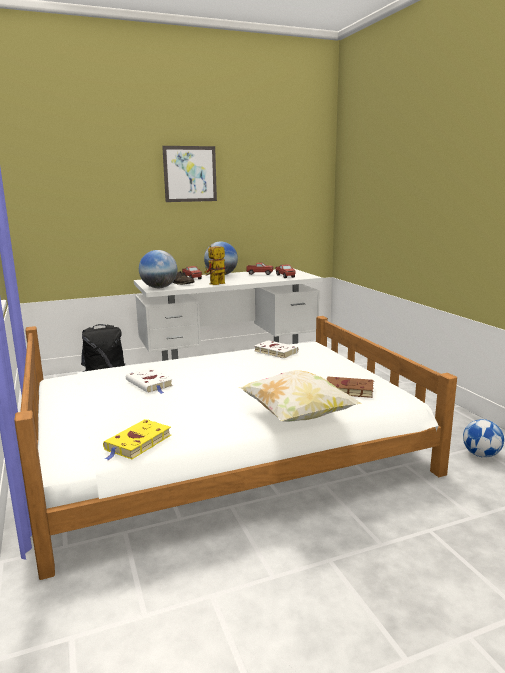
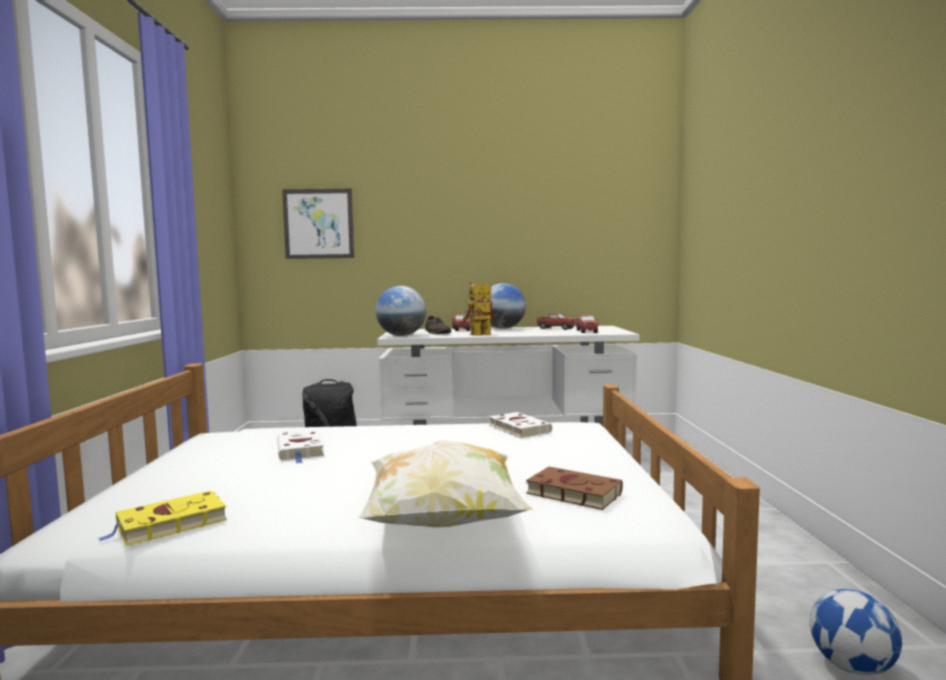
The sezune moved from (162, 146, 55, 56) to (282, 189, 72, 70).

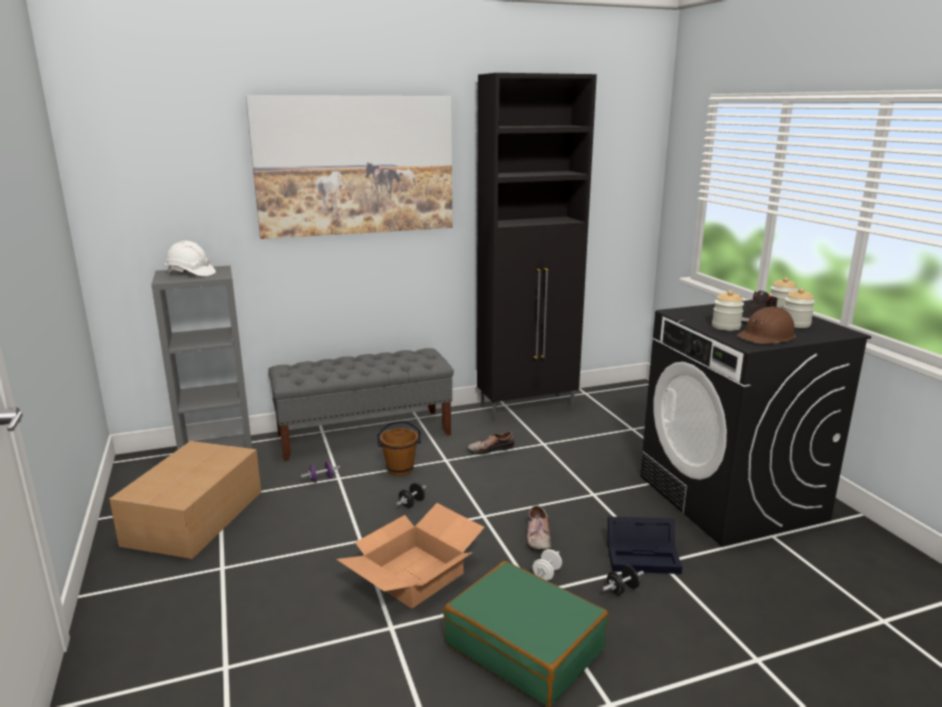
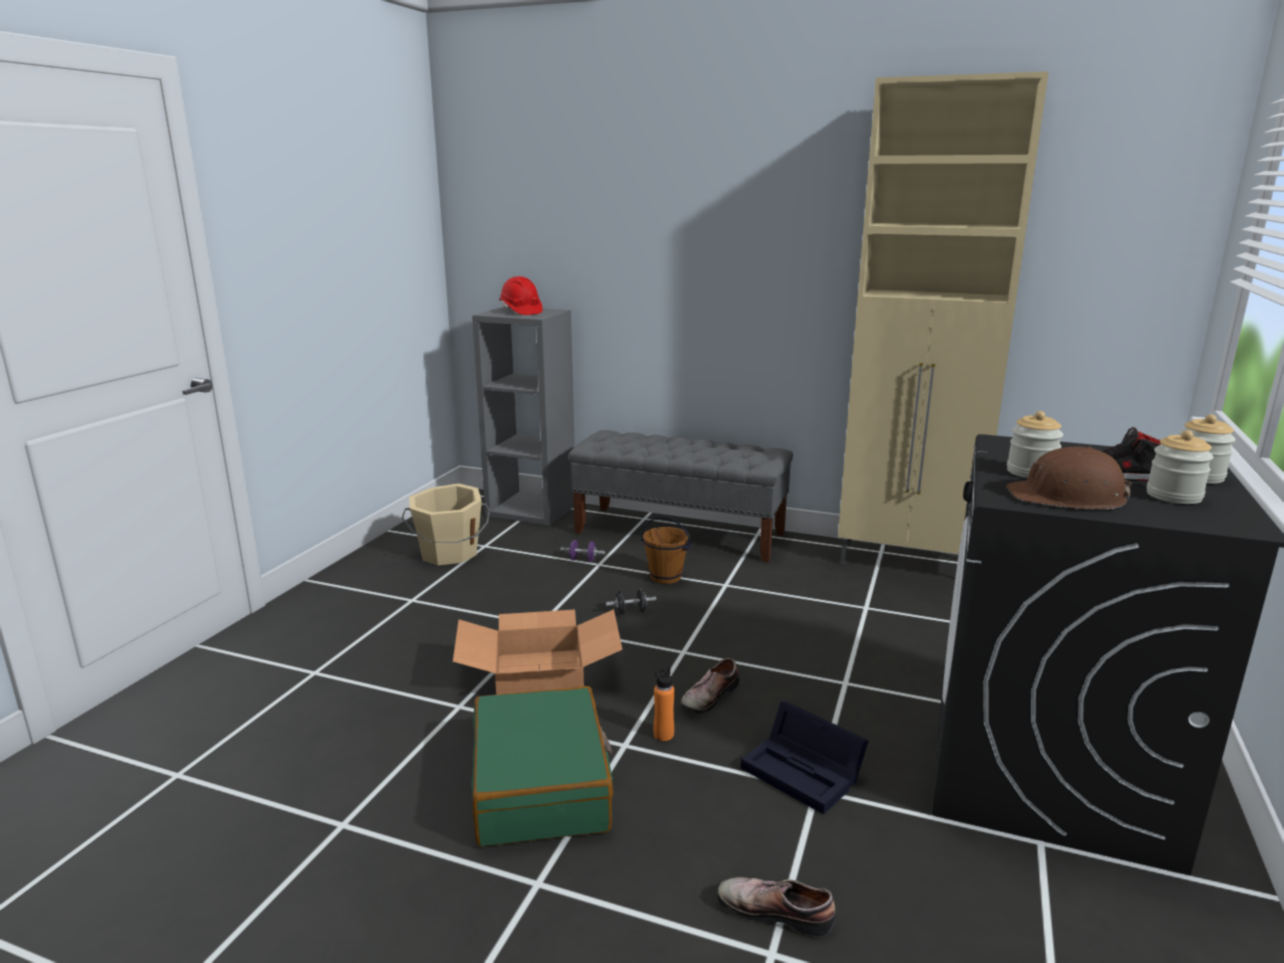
The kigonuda at (109, 441, 152, 118) was replaced by the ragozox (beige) at (401, 483, 89, 82).
The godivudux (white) at (165, 241, 51, 35) became the godivudux (red) at (499, 276, 44, 39).
The sezune at (246, 95, 206, 144) disappeared.
The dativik moved from (467, 431, 47, 24) to (717, 877, 119, 60).
The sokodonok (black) at (477, 73, 120, 348) became the sokodonok (beige) at (838, 71, 211, 493).
The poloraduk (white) at (533, 549, 29, 32) was replaced by the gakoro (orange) at (654, 667, 21, 74).
The poloraduk (black) at (603, 565, 41, 31) disappeared.

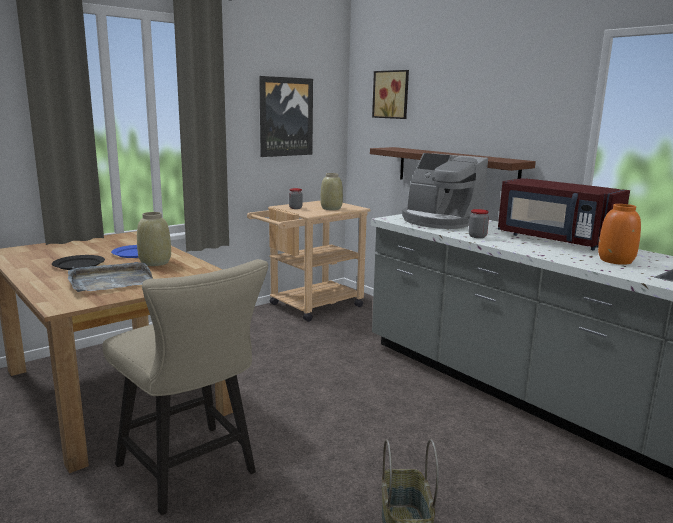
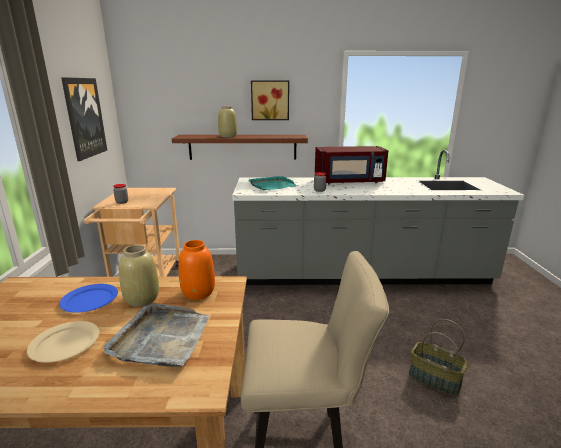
The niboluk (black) at (52, 255, 53, 15) became the niboluk (beige) at (27, 321, 72, 41).
The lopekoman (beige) moved from (320, 173, 23, 37) to (218, 106, 19, 31).
The sezune moved from (372, 70, 37, 49) to (251, 80, 38, 40).
The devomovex at (402, 153, 86, 76) was replaced by the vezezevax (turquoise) at (248, 176, 49, 14).
The lopekoman (orange) moved from (598, 204, 43, 61) to (178, 240, 37, 60).

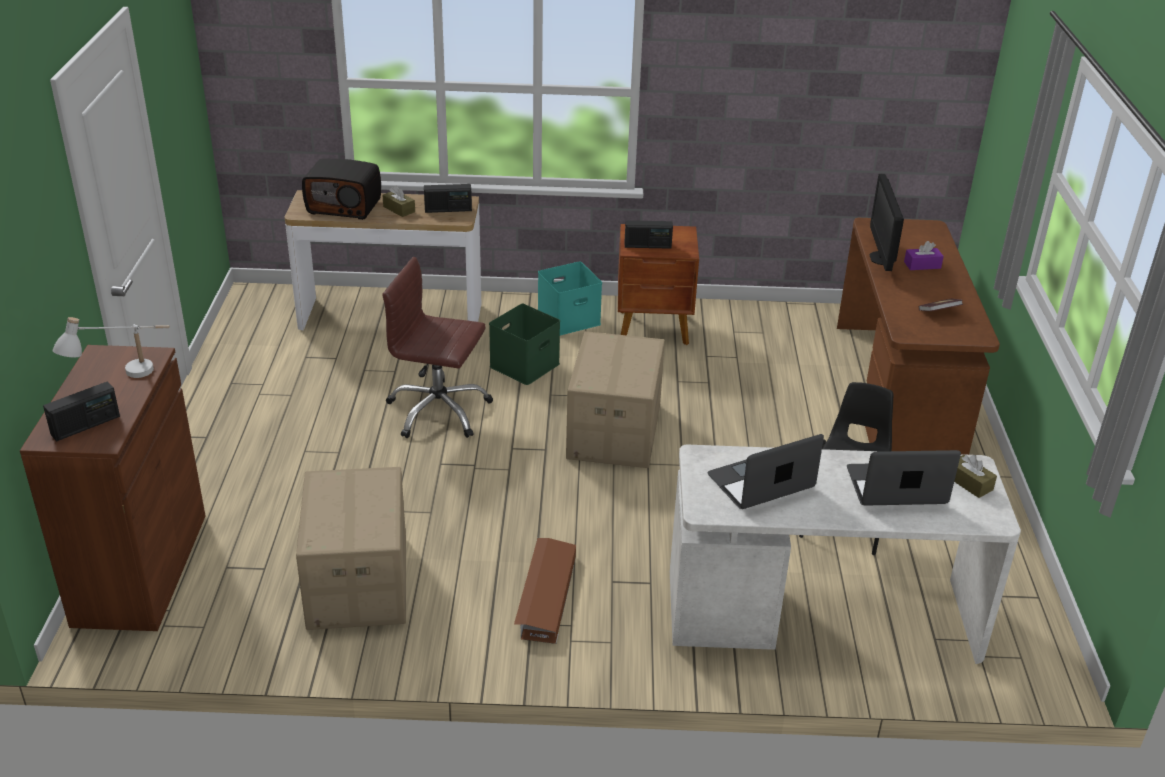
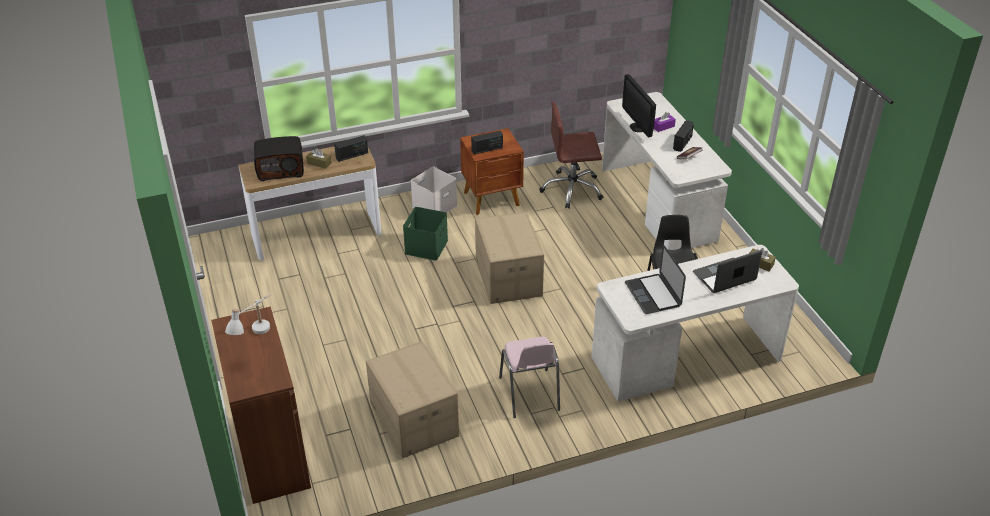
The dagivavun moved from (43, 381, 77, 60) to (673, 120, 21, 32).
The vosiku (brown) moved from (382, 257, 111, 181) to (539, 102, 64, 107).
The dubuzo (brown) at (514, 538, 62, 106) was replaced by the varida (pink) at (499, 337, 61, 81).
The dubuzo (turquoise) at (538, 261, 64, 74) became the dubuzo (white) at (411, 167, 46, 46).
The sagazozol at (708, 434, 116, 75) turned 60 degrees counterclockwise.
The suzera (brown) at (837, 218, 163, 237) became the suzera (white) at (602, 92, 130, 158).

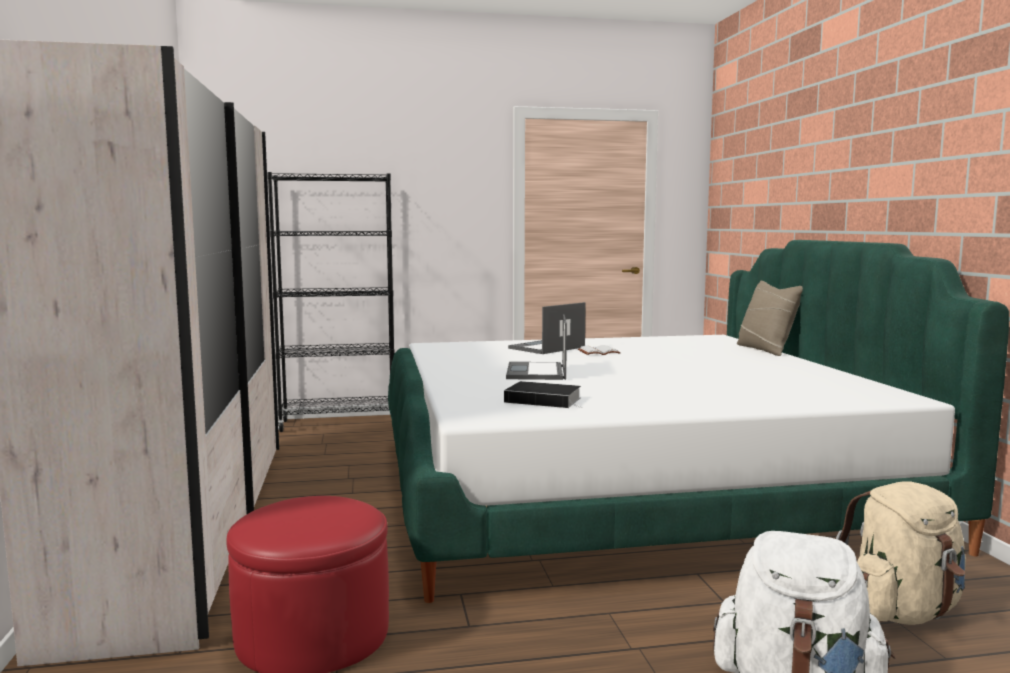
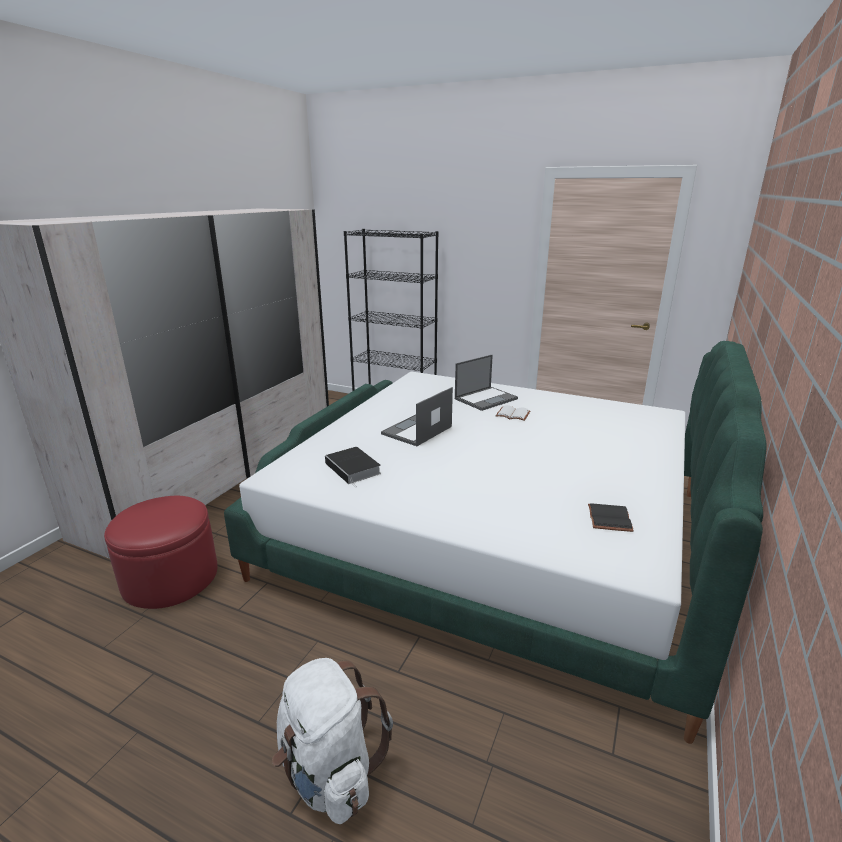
The sagazozol at (508, 302, 78, 52) turned 150 degrees clockwise.
The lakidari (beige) at (737, 280, 66, 76) disappeared.
The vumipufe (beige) at (836, 481, 130, 144) disappeared.
The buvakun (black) at (588, 503, 46, 29) appeared.

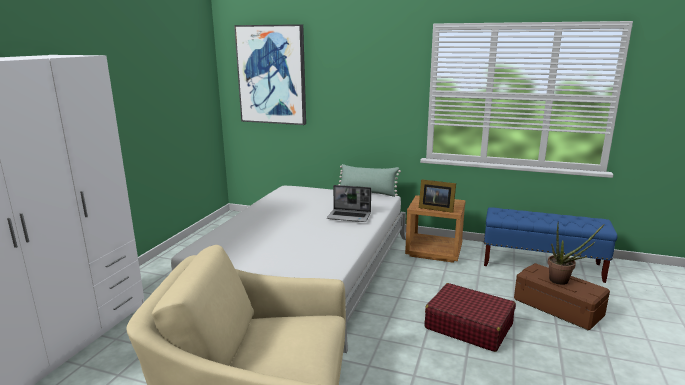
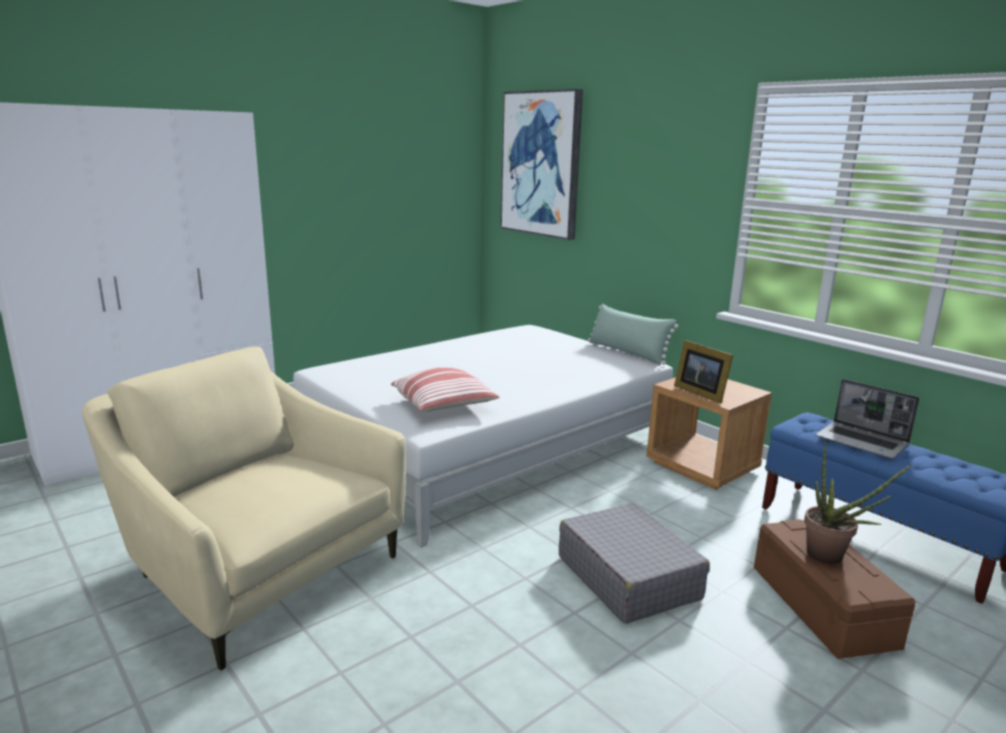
The sagazozol moved from (327, 185, 44, 37) to (816, 379, 104, 79).
The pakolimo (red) at (425, 283, 91, 69) became the pakolimo (grey) at (559, 503, 151, 121).
The lakidari at (391, 367, 109, 45) appeared.

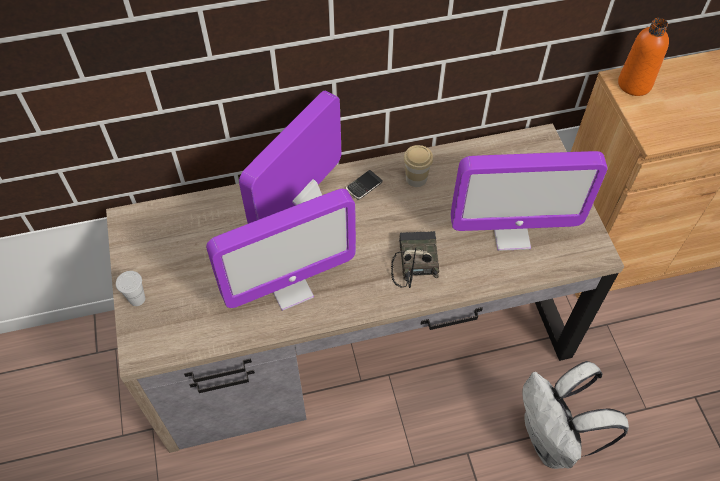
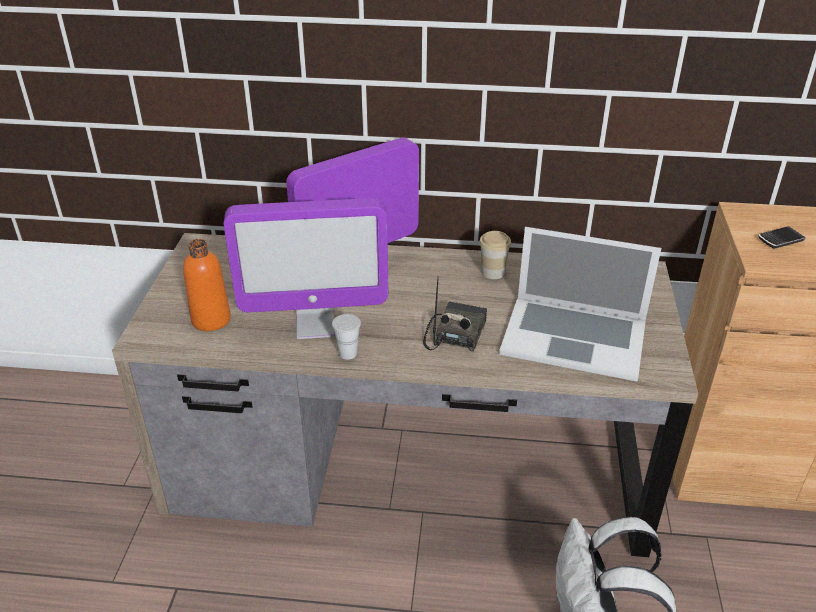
The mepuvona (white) moved from (116, 271, 29, 35) to (332, 314, 29, 46).
The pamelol moved from (346, 170, 37, 30) to (758, 226, 48, 23).
The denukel at (451, 151, 157, 100) was replaced by the sagazozol at (499, 227, 162, 154).
The gakoro (orange) moved from (618, 18, 51, 78) to (183, 239, 48, 92).

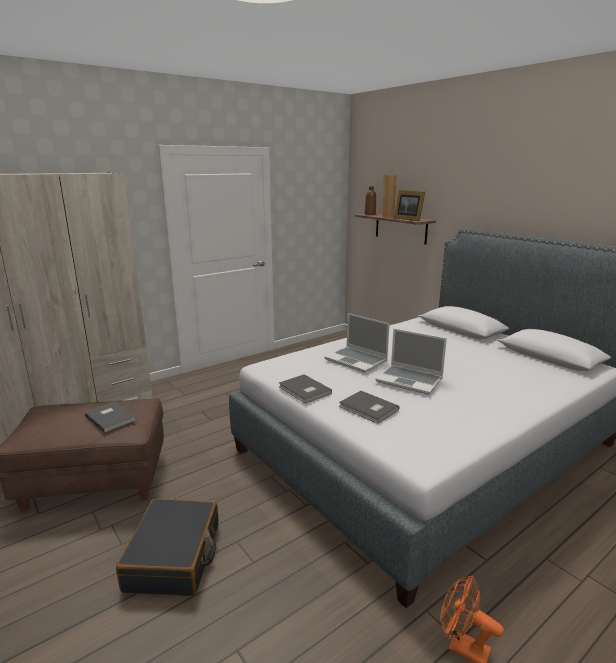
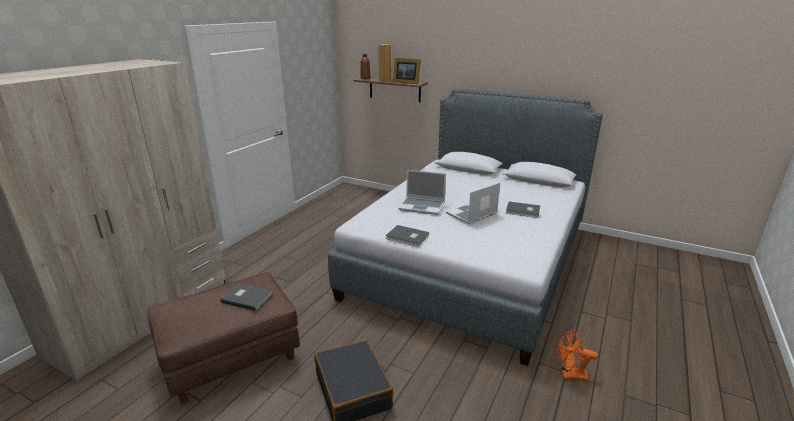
The buvakun (grey) moved from (339, 391, 60, 33) to (506, 202, 34, 16).
The sagazozol at (376, 329, 71, 66) turned 135 degrees clockwise.

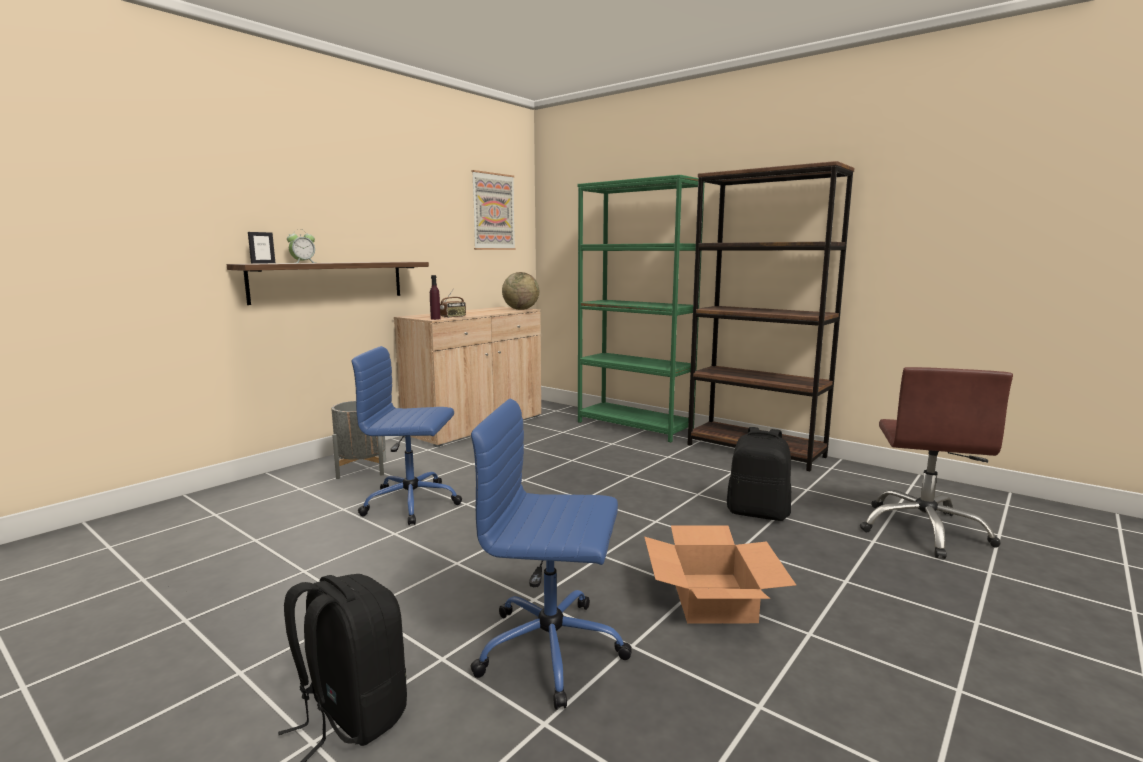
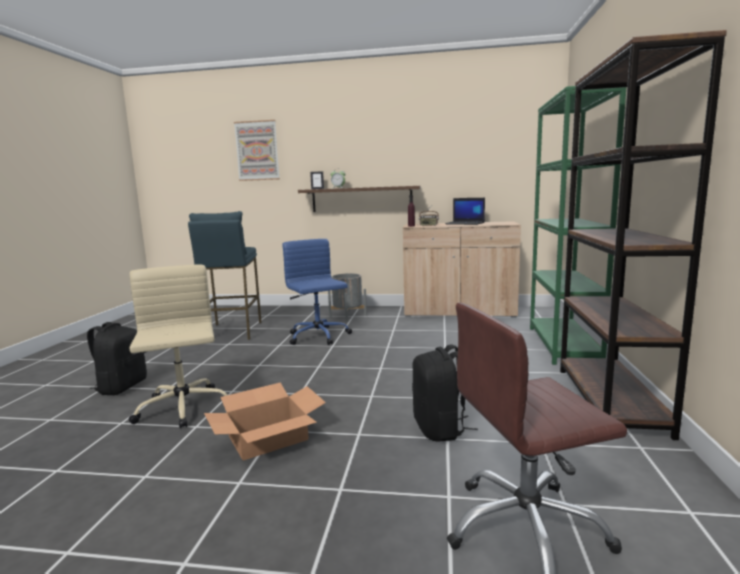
The vosiku (blue) at (470, 399, 162, 311) became the vosiku (beige) at (128, 265, 99, 163).
The sezune moved from (472, 170, 44, 80) to (234, 120, 46, 61).
The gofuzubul at (502, 272, 37, 38) disappeared.
The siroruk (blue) at (188, 211, 73, 129) appeared.
The sagazozol at (445, 198, 40, 27) appeared.

